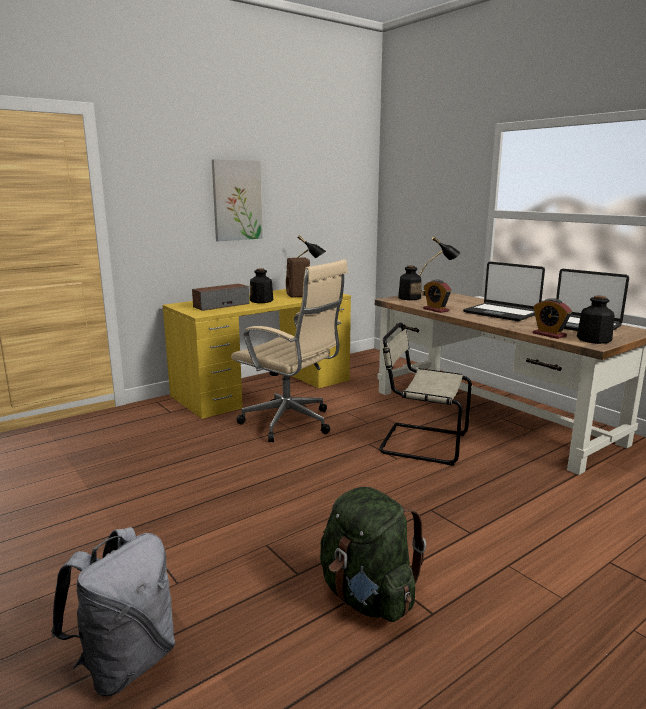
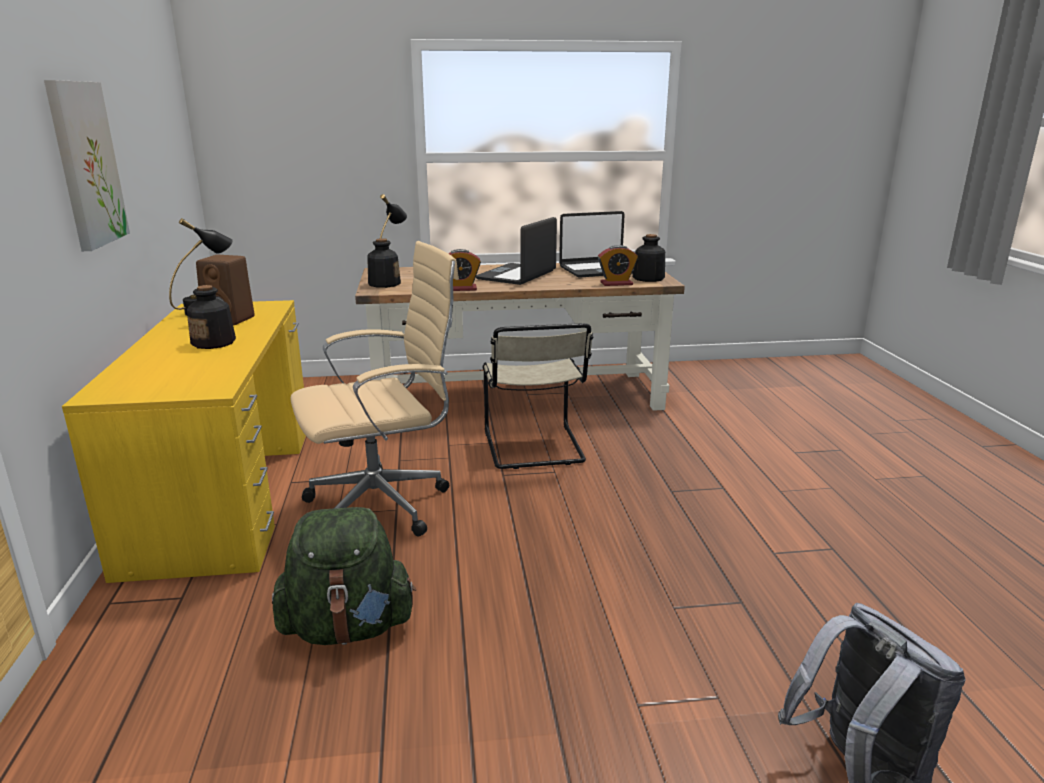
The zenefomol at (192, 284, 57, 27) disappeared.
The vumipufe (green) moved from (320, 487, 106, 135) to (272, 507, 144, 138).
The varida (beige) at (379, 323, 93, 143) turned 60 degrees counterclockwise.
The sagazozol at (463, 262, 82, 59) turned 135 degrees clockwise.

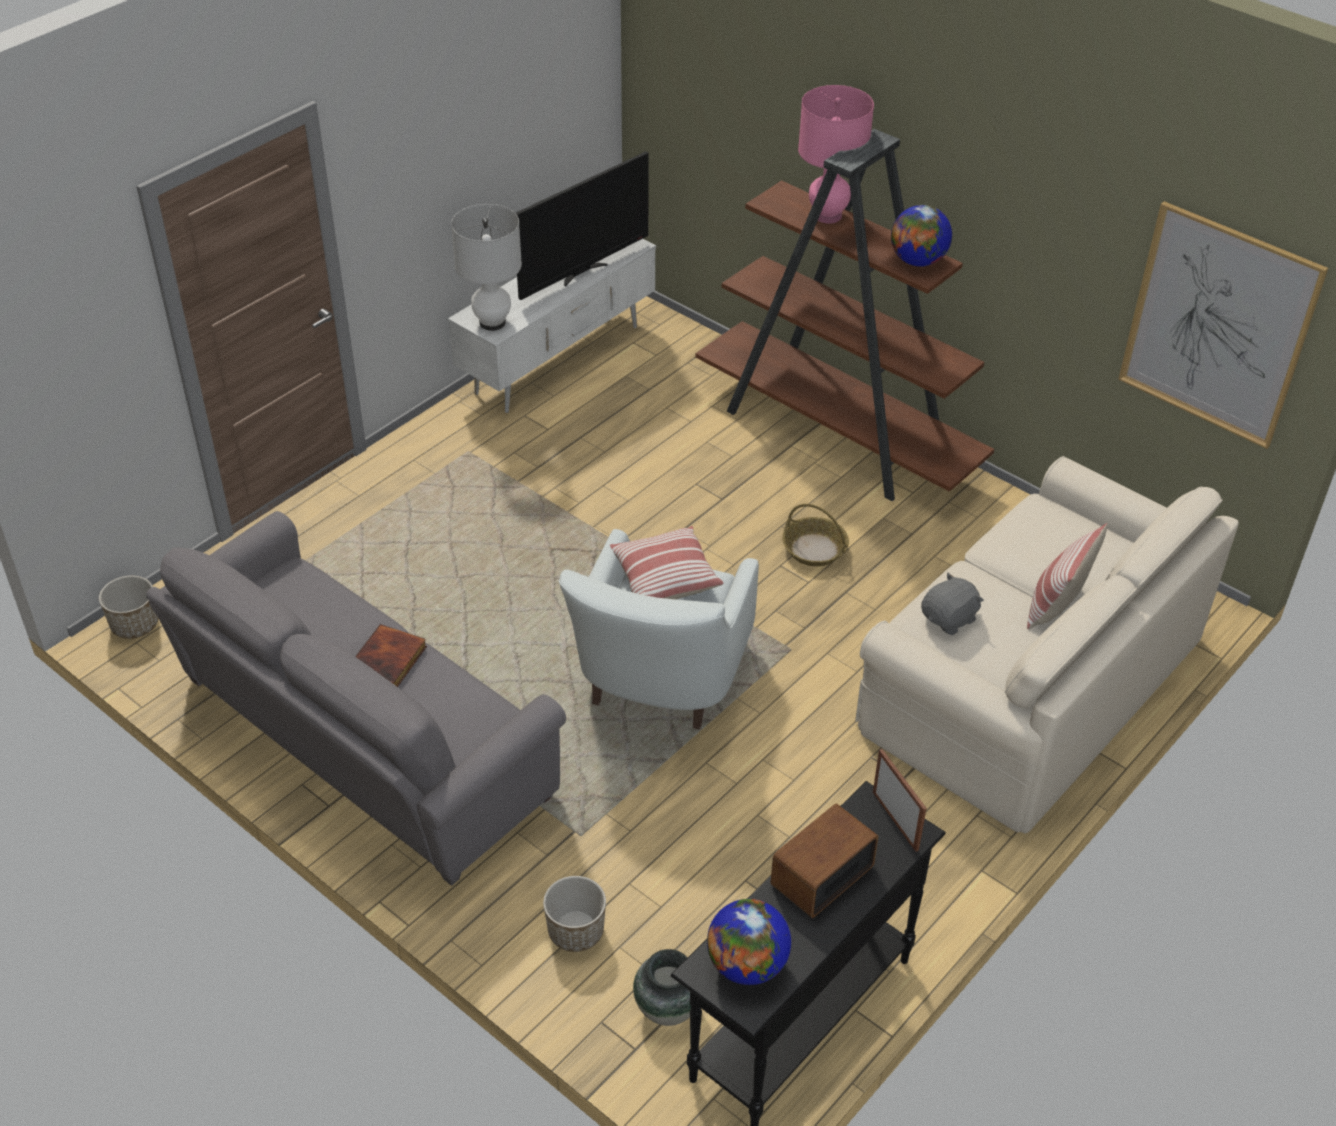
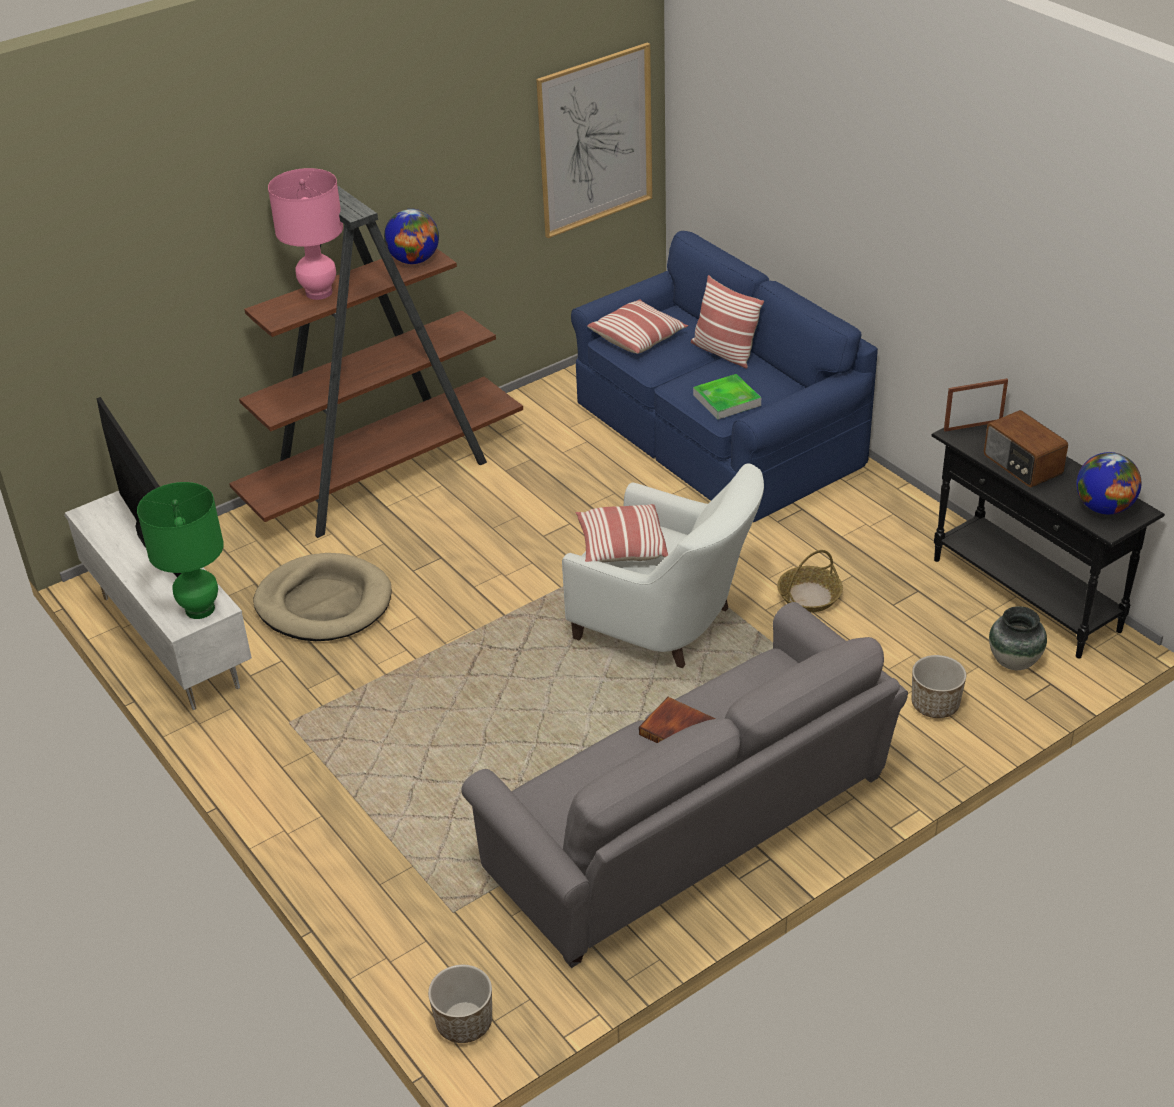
The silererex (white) at (451, 204, 71, 127) became the silererex (green) at (137, 482, 87, 137).
The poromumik moved from (782, 504, 67, 63) to (777, 550, 66, 62).
The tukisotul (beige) at (855, 456, 384, 377) became the tukisotul (blue) at (571, 231, 307, 291).
The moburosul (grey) at (921, 573, 63, 62) was replaced by the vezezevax at (693, 374, 68, 45).
The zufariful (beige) at (253, 553, 139, 88) appeared.
The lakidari at (587, 299, 101, 55) appeared.

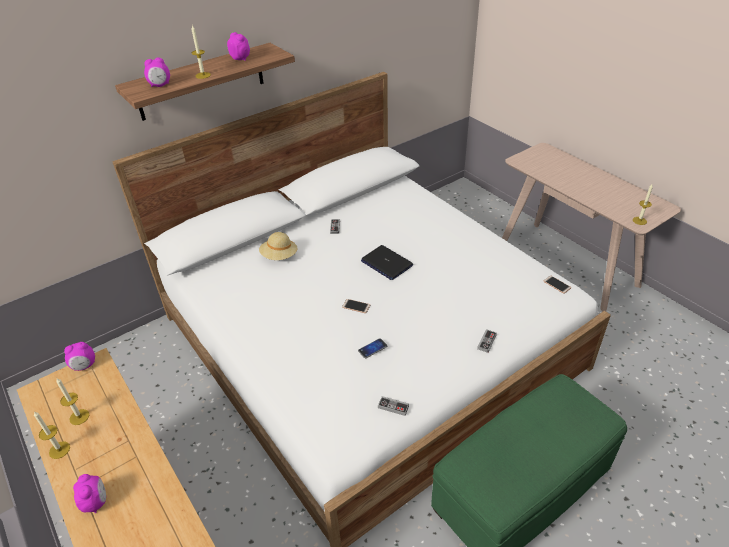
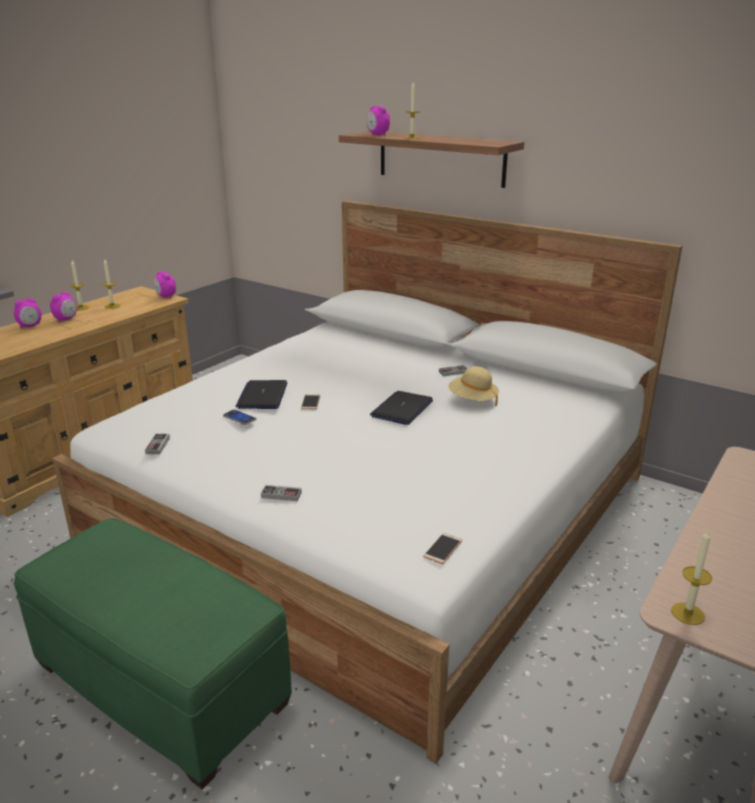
The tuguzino moved from (227, 32, 23, 29) to (50, 292, 27, 30).
The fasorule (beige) moved from (259, 232, 38, 28) to (448, 366, 51, 40).
The sagazozol at (236, 380, 51, 29) appeared.

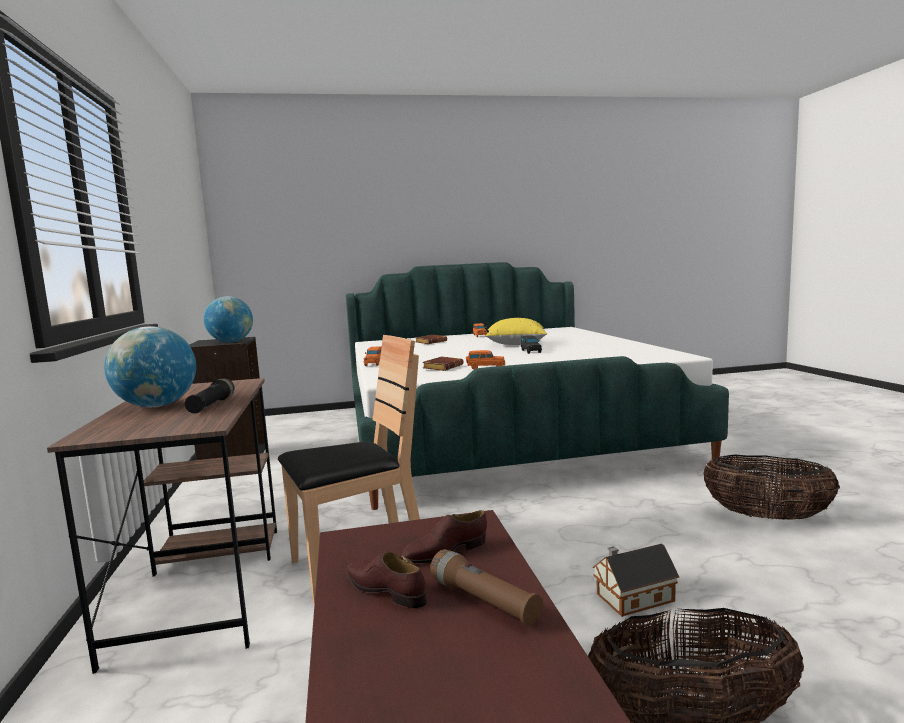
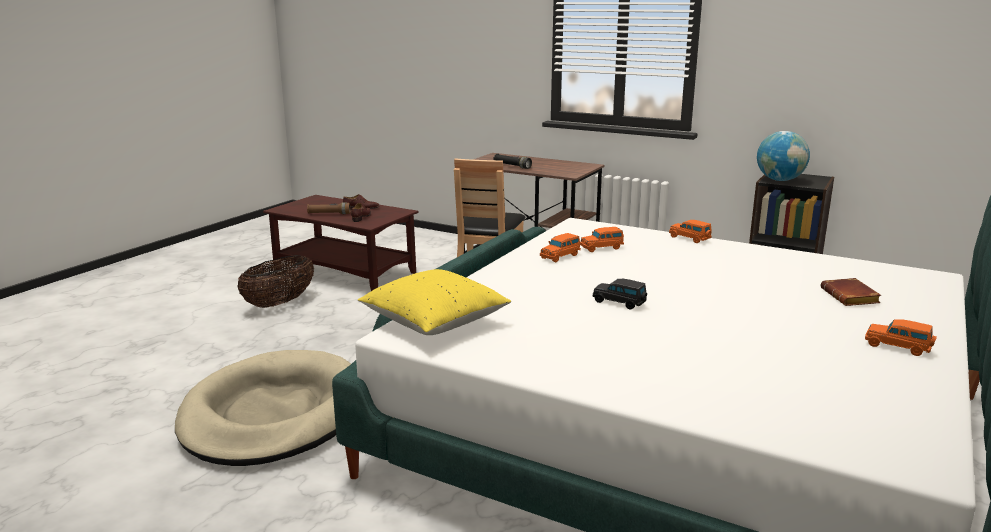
The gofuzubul at (104, 326, 92, 81) disappeared.
The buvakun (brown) at (422, 356, 41, 15) was replaced by the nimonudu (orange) at (580, 227, 44, 25).
The lakidari (yellow) moved from (486, 318, 61, 27) to (358, 269, 153, 66).
The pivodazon at (592, 544, 87, 73) disappeared.
The poromumik at (703, 455, 137, 65) was replaced by the zufariful (beige) at (175, 350, 176, 116).

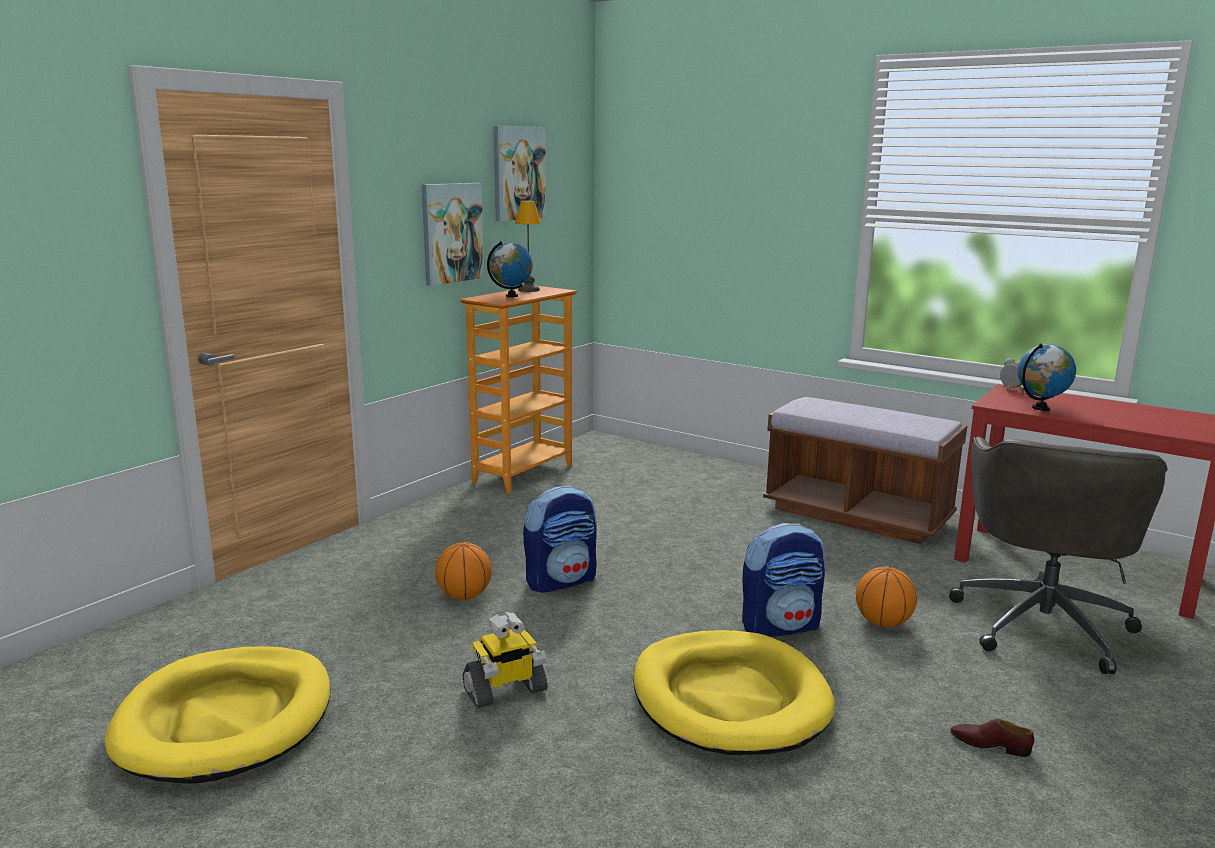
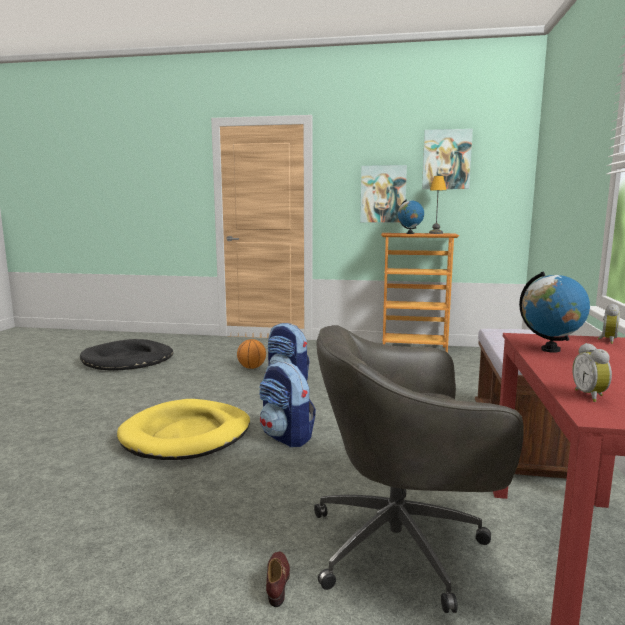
The zufariful (yellow) at (105, 646, 226, 137) became the zufariful (black) at (80, 339, 94, 32).
The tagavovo at (463, 612, 85, 97) disappeared.
The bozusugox at (856, 567, 61, 60) disappeared.
The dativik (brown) moved from (950, 719, 84, 38) to (266, 552, 24, 55).
The tuguzino at (572, 343, 40, 59) appeared.

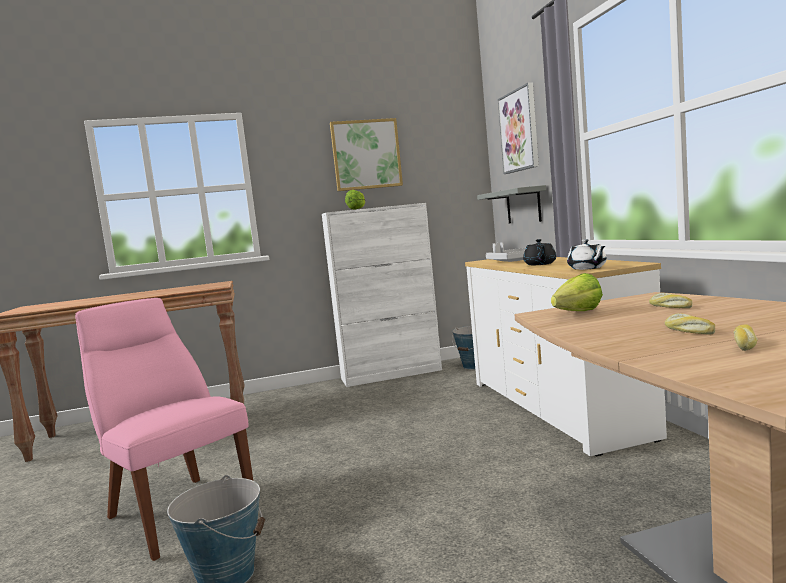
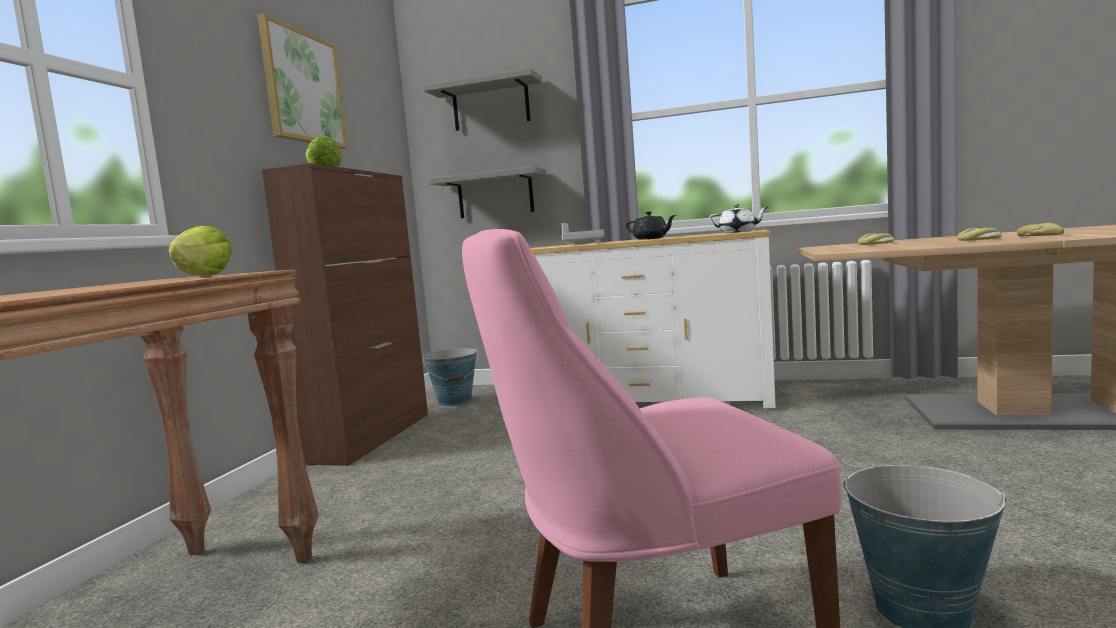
The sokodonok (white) at (322, 203, 120, 184) became the sokodonok (brown) at (262, 163, 166, 303).
The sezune at (498, 82, 41, 92) was replaced by the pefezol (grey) at (423, 68, 119, 63).
The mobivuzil moved from (551, 273, 52, 38) to (168, 226, 64, 50).

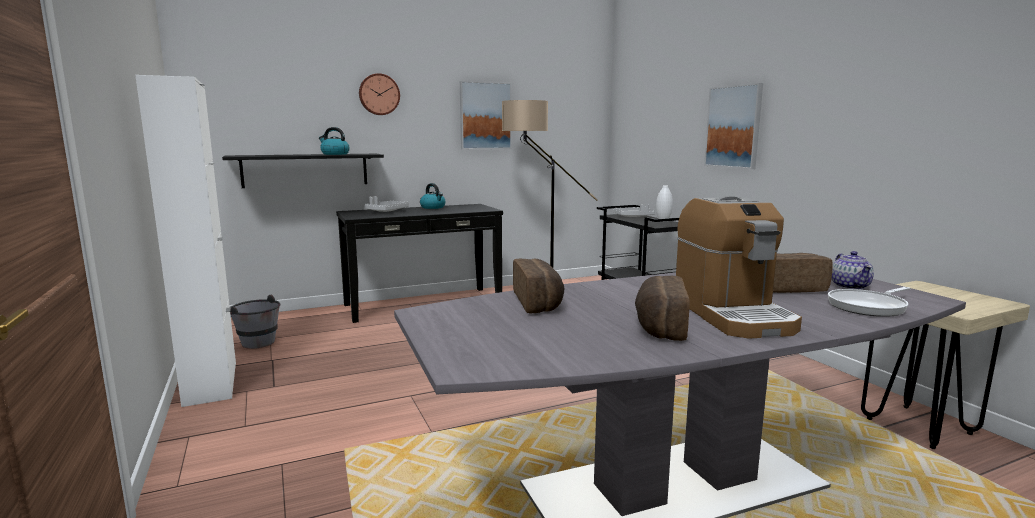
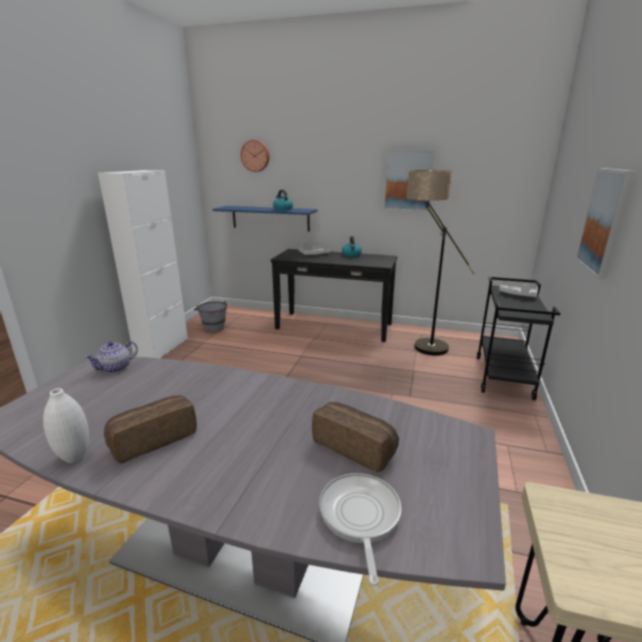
The pefezol (black) at (222, 154, 162, 34) became the pefezol (blue) at (213, 206, 104, 26).
The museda moved from (359, 73, 41, 42) to (241, 140, 28, 32).
The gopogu at (513, 259, 51, 54) disappeared.
The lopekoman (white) moved from (656, 185, 17, 37) to (43, 388, 46, 75).
The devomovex at (676, 196, 126, 143) disappeared.
The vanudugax at (828, 287, 83, 30) turned 75 degrees clockwise.
The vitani moved from (831, 251, 43, 39) to (85, 341, 53, 32).

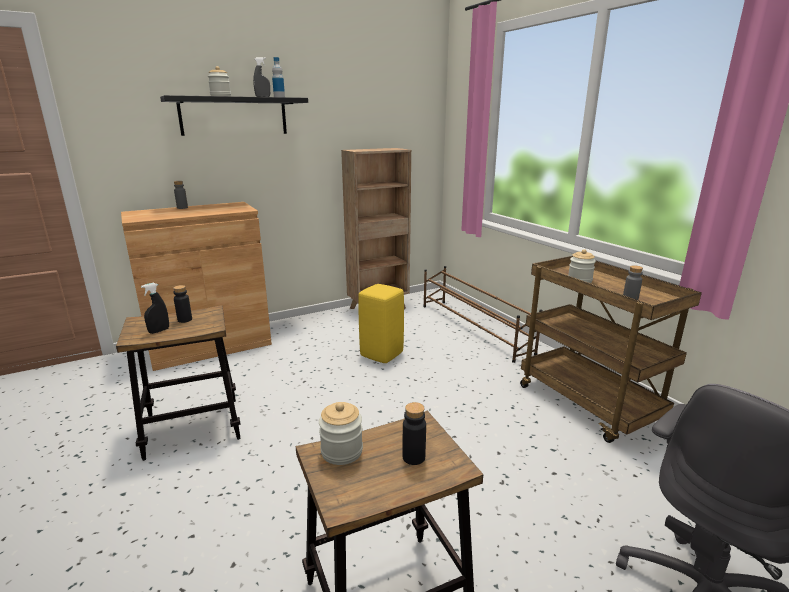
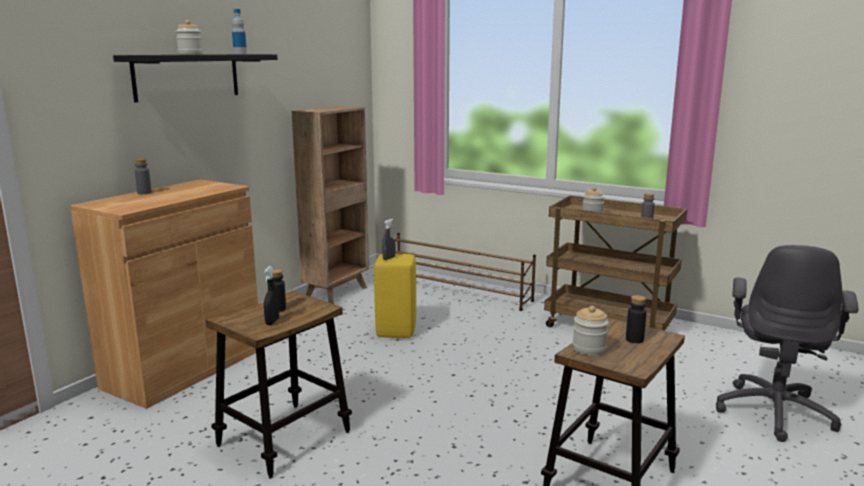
The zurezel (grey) moved from (253, 57, 17, 40) to (382, 219, 14, 41).

